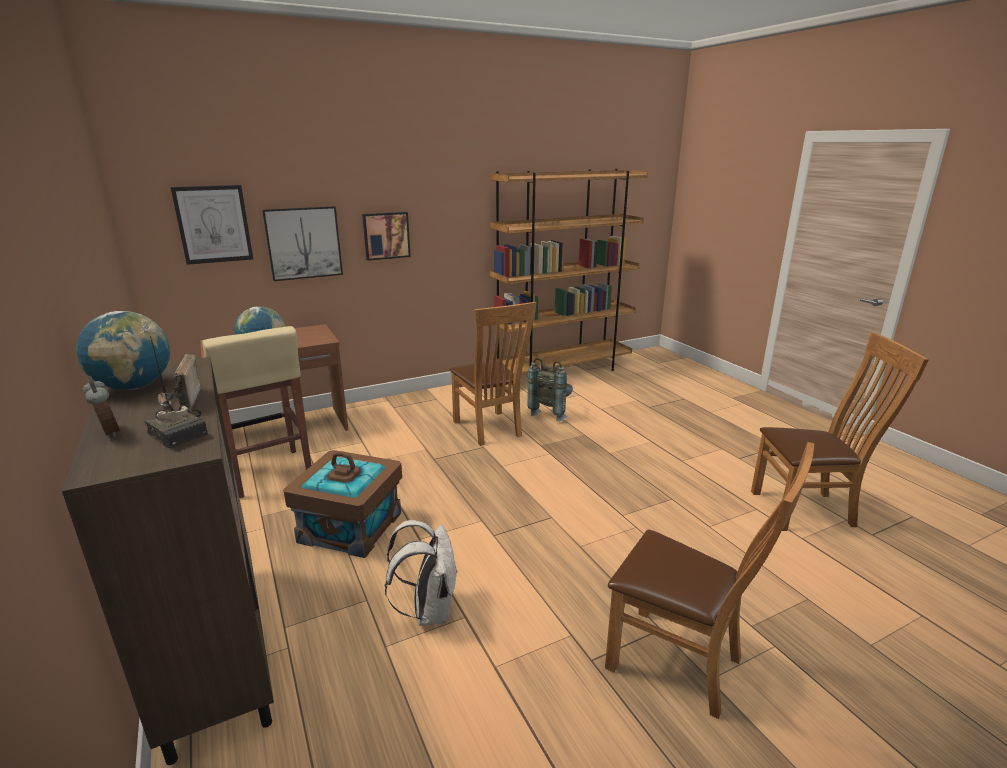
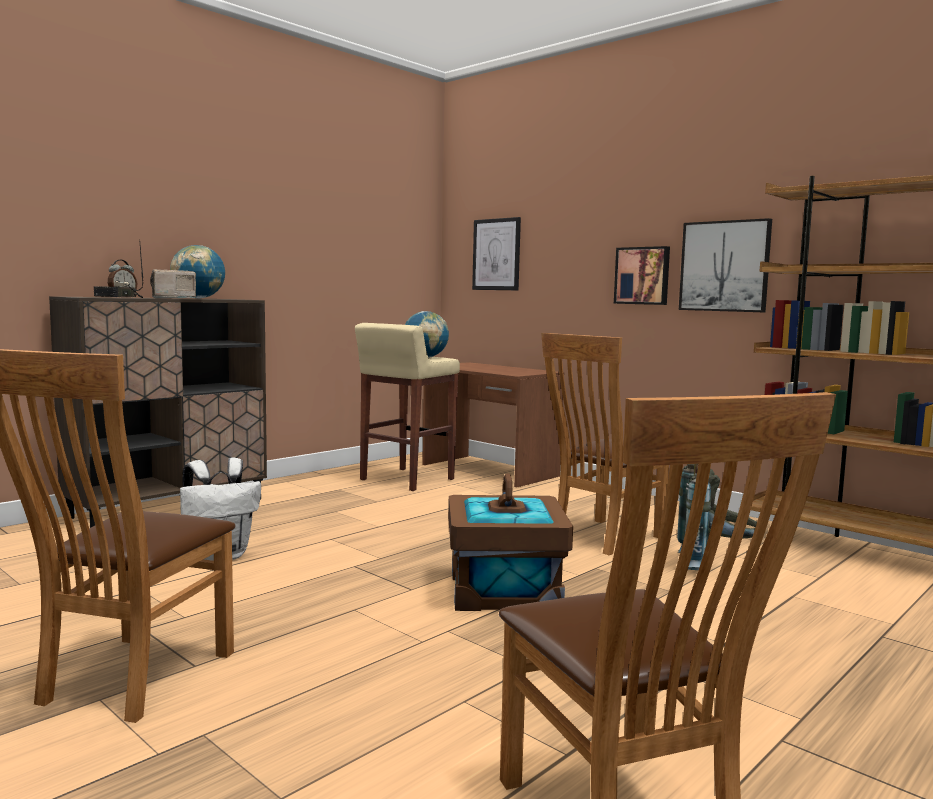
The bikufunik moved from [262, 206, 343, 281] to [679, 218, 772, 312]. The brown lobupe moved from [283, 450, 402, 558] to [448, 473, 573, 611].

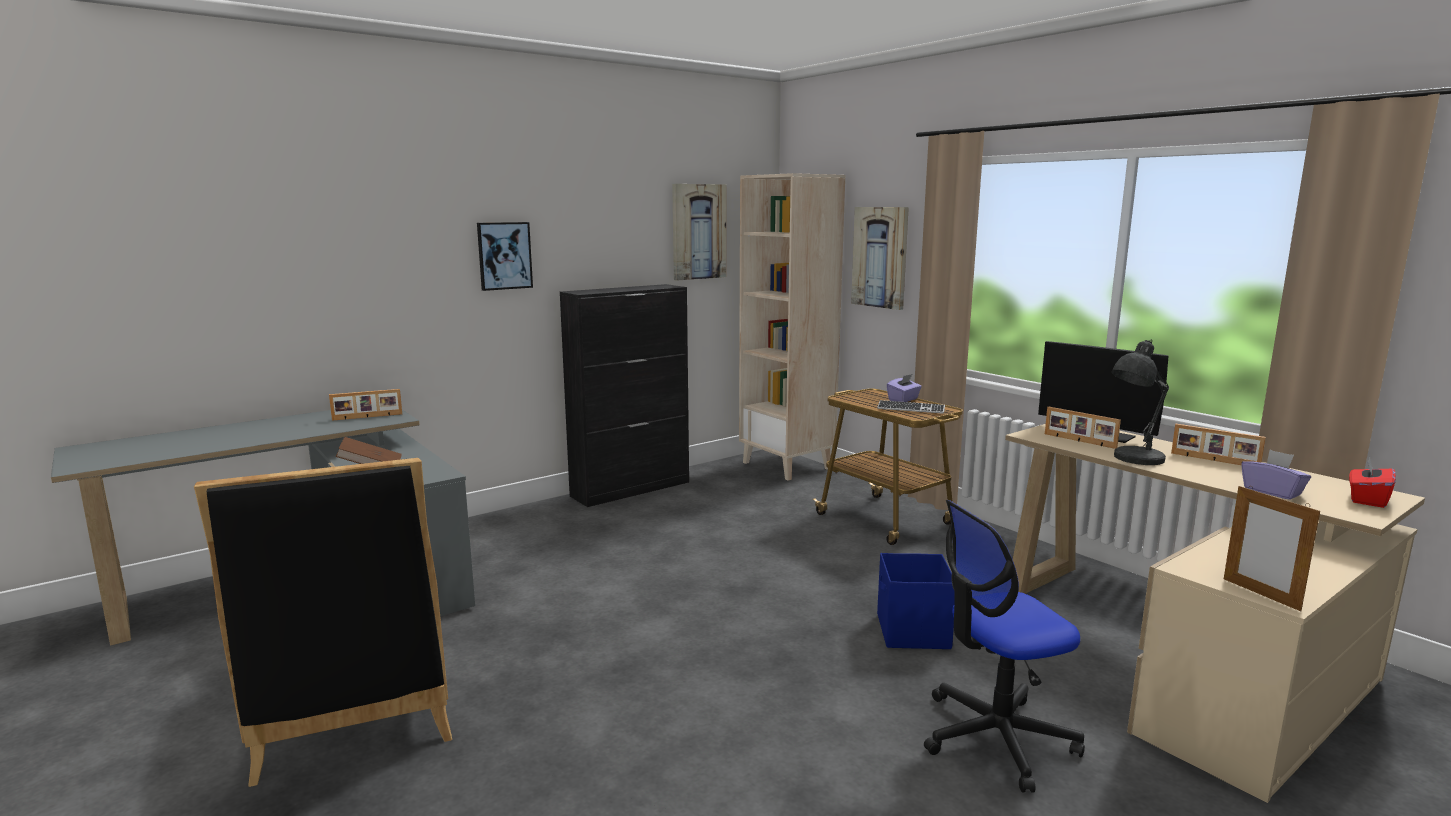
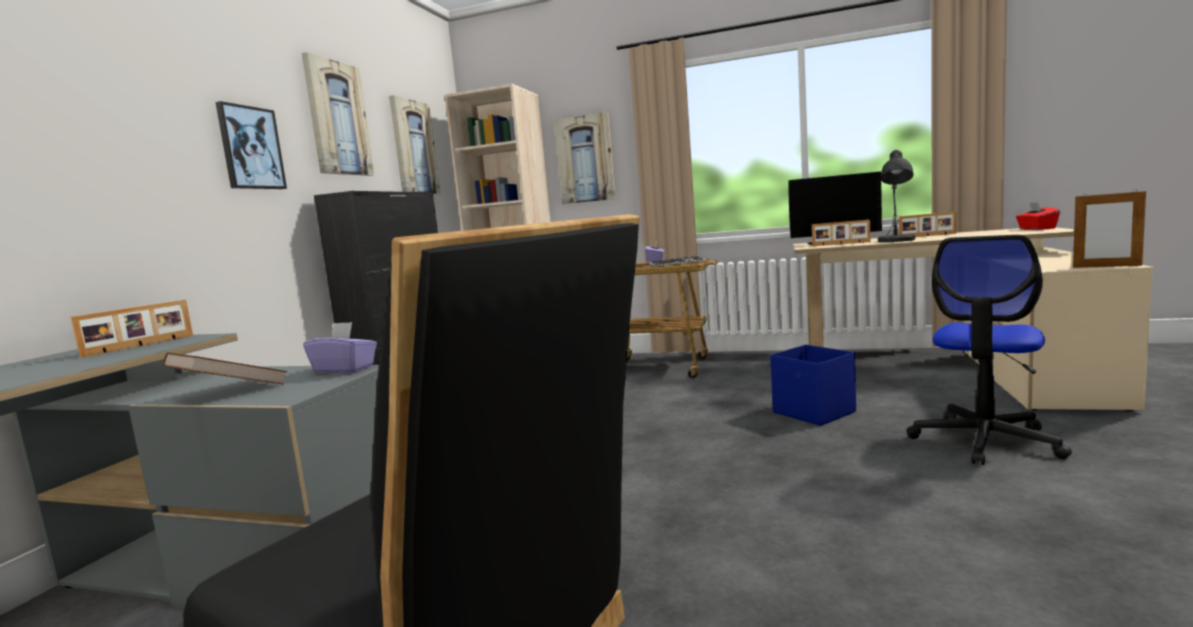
The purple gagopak moved from [1241, 450, 1311, 500] to [303, 322, 377, 373]. The bikufunik at [302, 52, 374, 176] appeared.

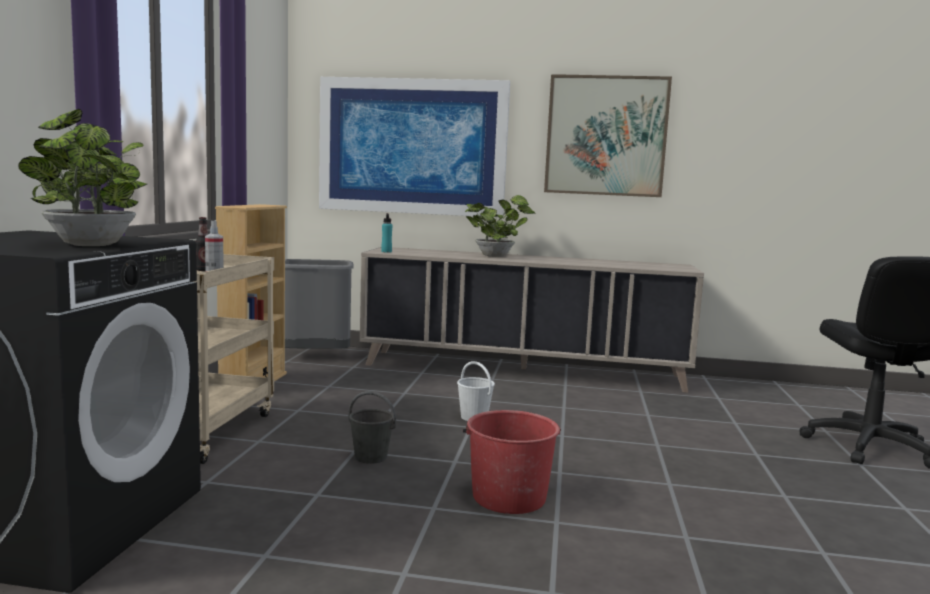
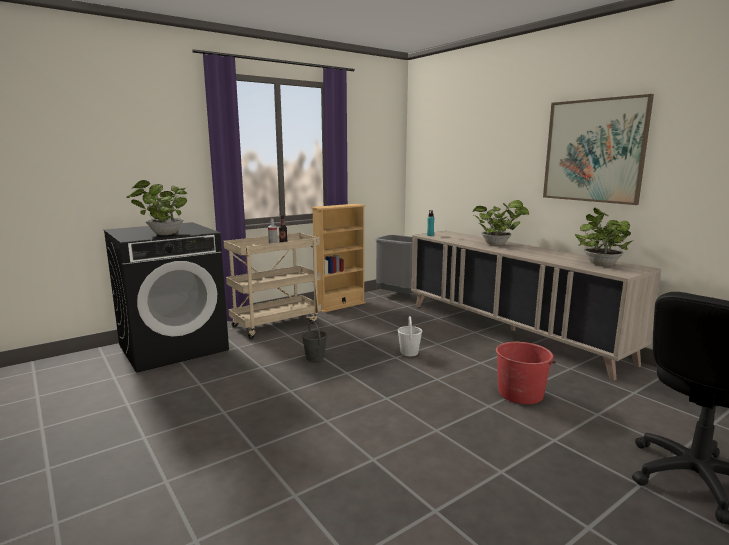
The bikufunik at [319, 77, 510, 218] disappeared. The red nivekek moved from [463, 410, 561, 514] to [496, 342, 556, 404]. The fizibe at [575, 207, 634, 266] appeared.

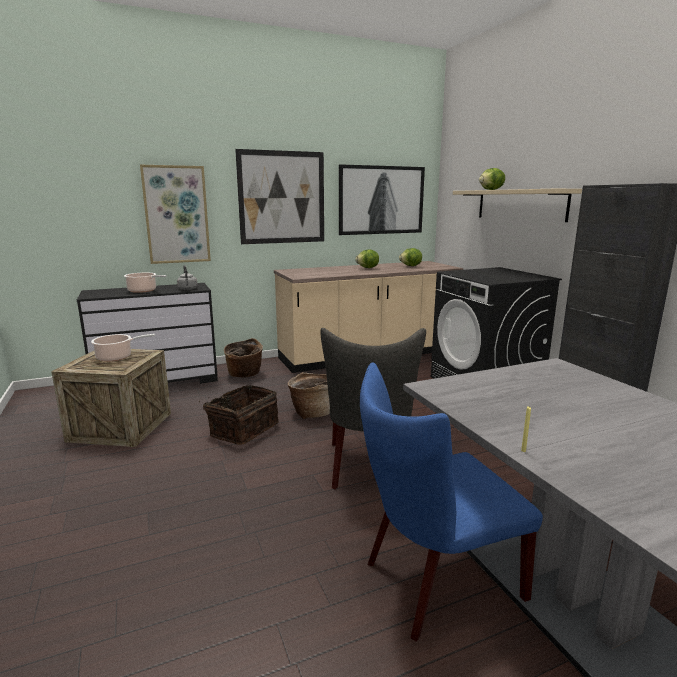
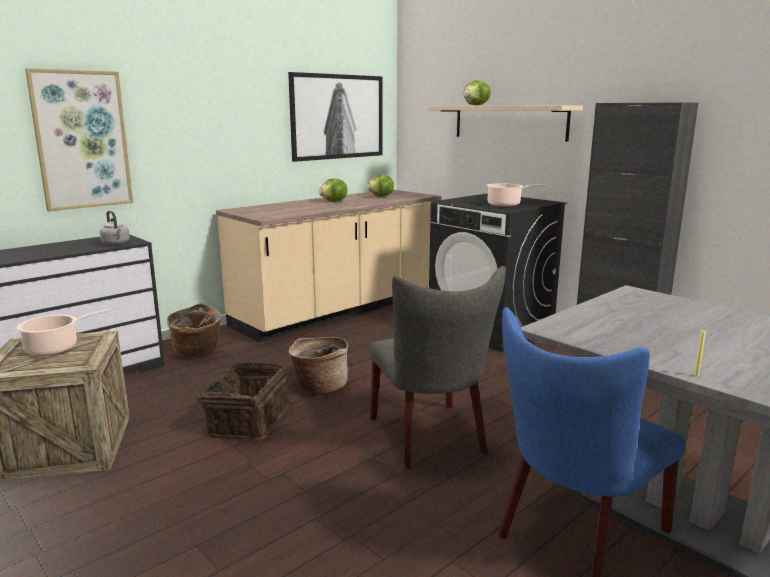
The bikufunik at [235, 149, 324, 244] disappeared. The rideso moved from [124, 273, 167, 293] to [487, 184, 546, 207].

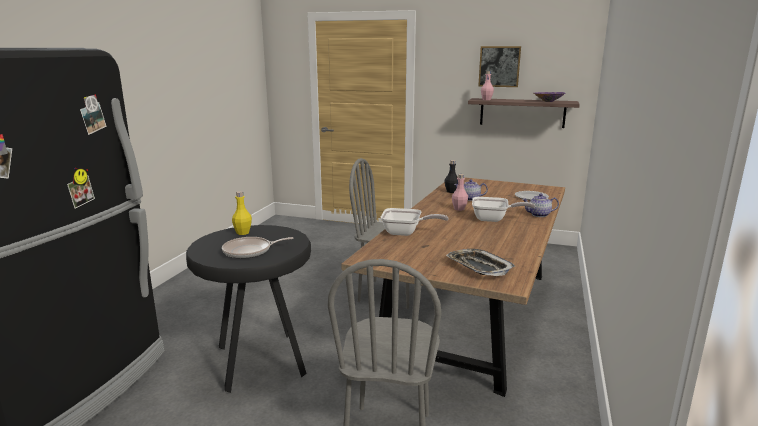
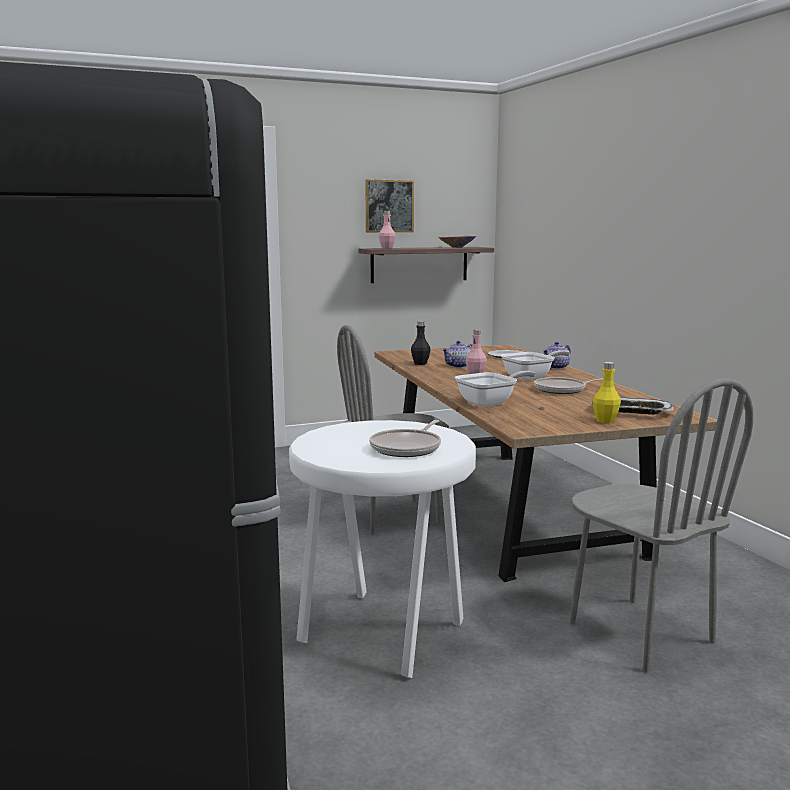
The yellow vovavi moved from [232, 191, 252, 235] to [593, 362, 621, 424]. The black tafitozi at [186, 225, 311, 393] became the white tafitozi at [289, 420, 476, 678]. The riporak at [534, 377, 603, 394] appeared.

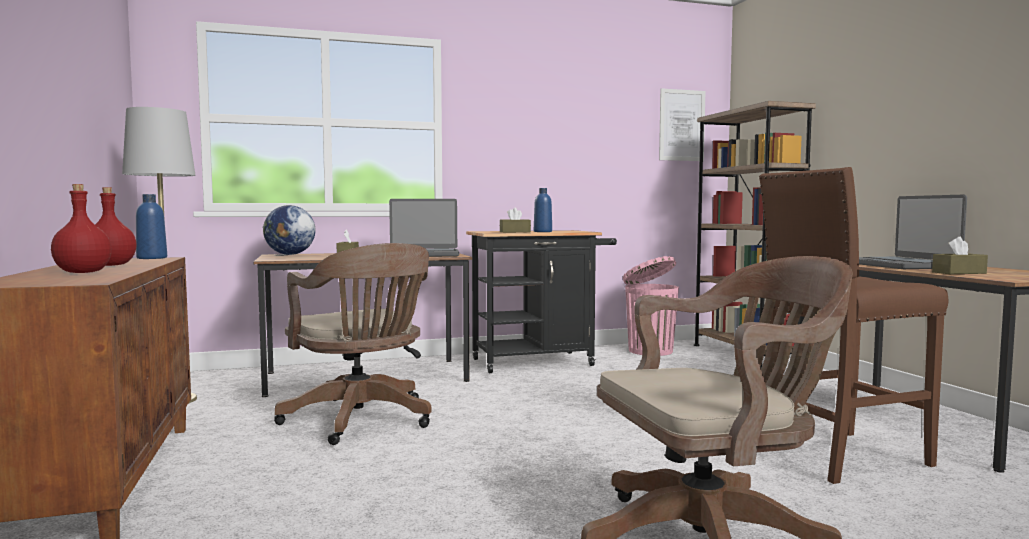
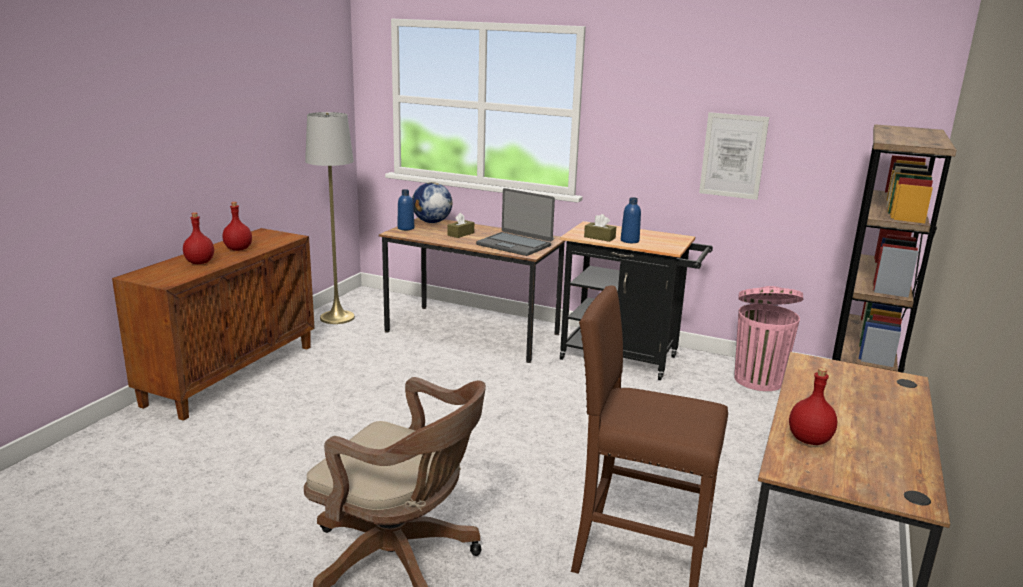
The bikufunik moved from [659, 88, 706, 161] to [699, 112, 769, 200]. The blue vovavi moved from [136, 194, 167, 259] to [397, 189, 414, 230]. The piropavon at [859, 195, 967, 269] disappeared. The brown gagopak at [932, 237, 988, 274] was replaced by the red vovavi at [789, 368, 837, 445]. The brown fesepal at [274, 243, 432, 445] disappeared.

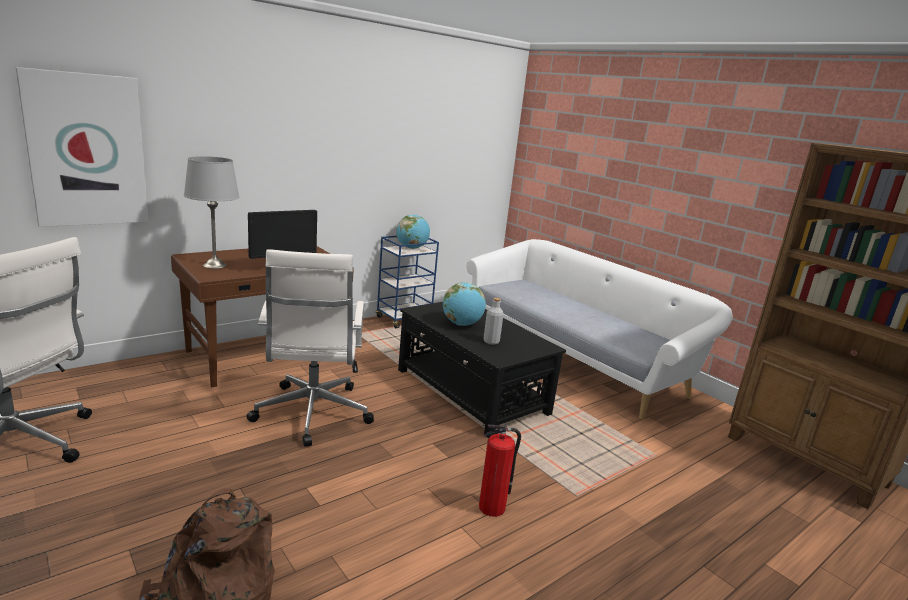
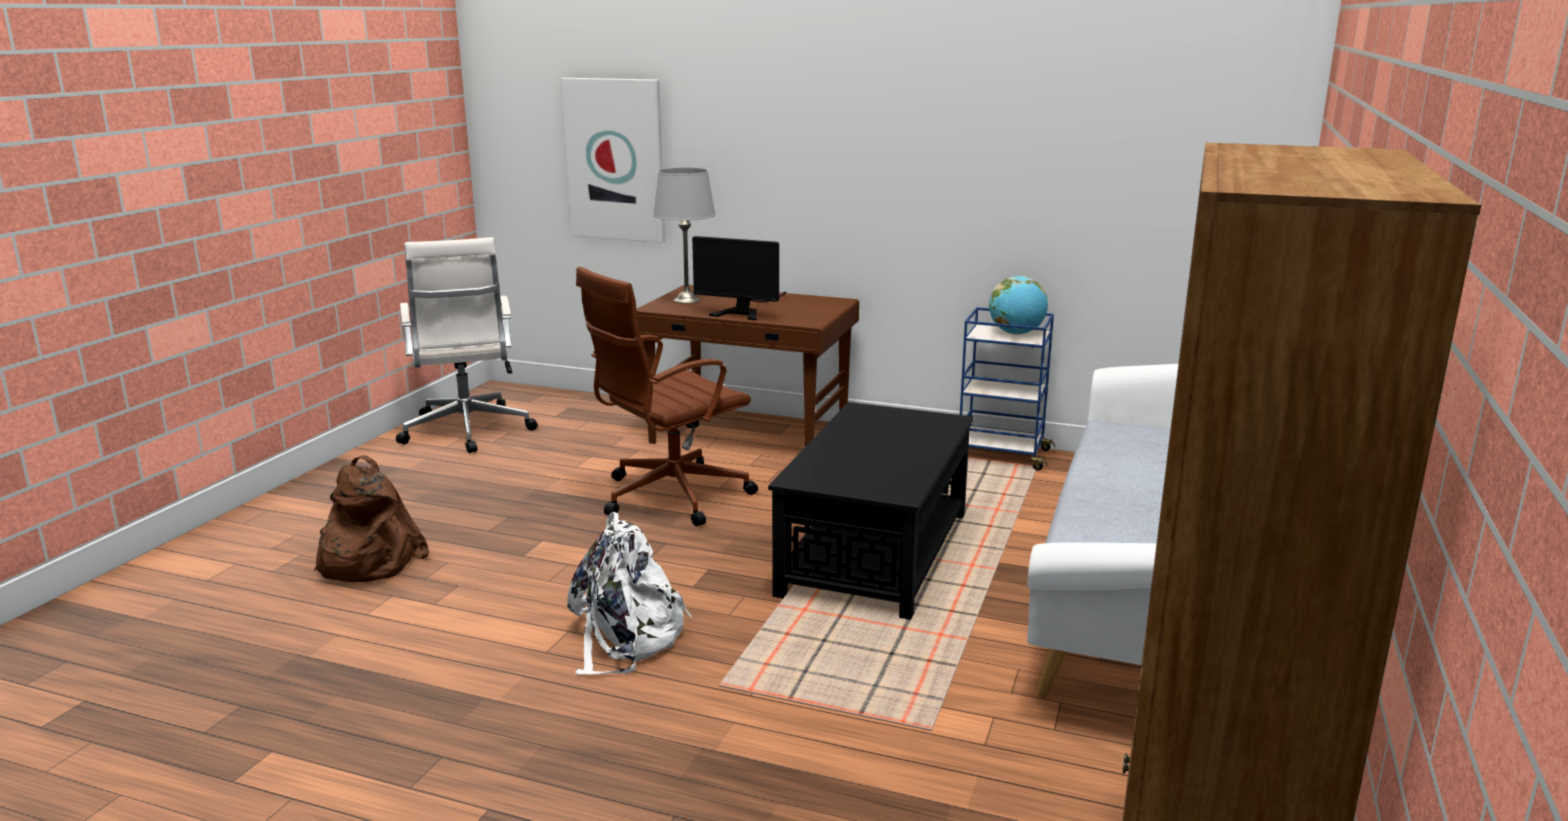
The white fesepal at [246, 249, 374, 447] became the brown fesepal at [576, 267, 758, 526]. The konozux at [443, 282, 486, 326] disappeared. The grey vovavi at [483, 298, 504, 345] disappeared. The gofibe at [479, 424, 521, 517] was replaced by the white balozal at [567, 512, 692, 675].

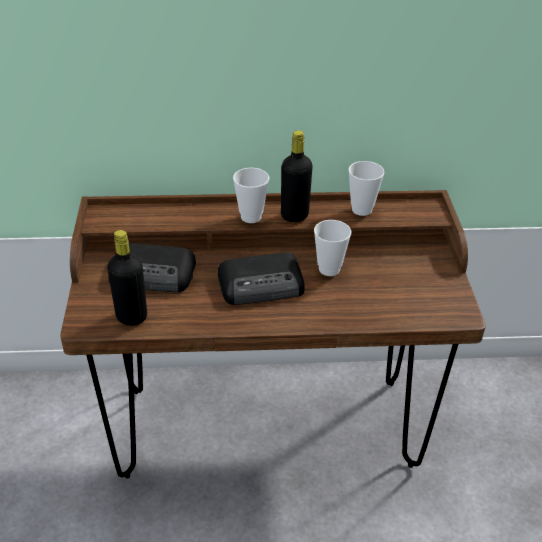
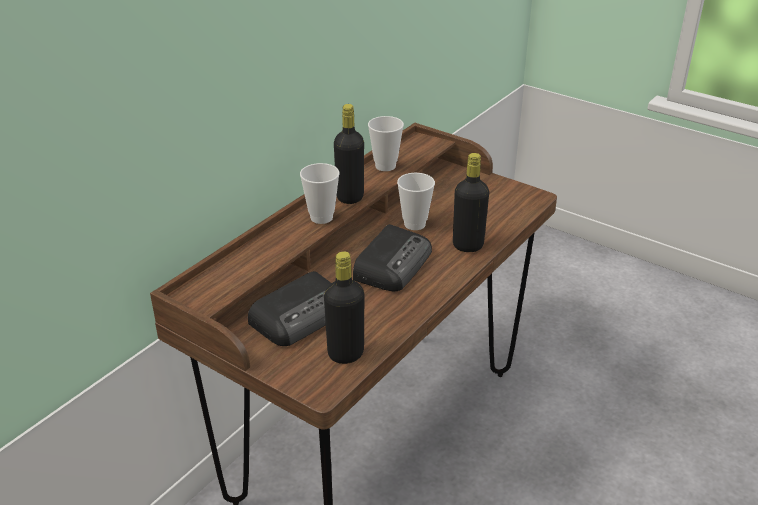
The black vovavi at [453, 153, 489, 252] appeared.

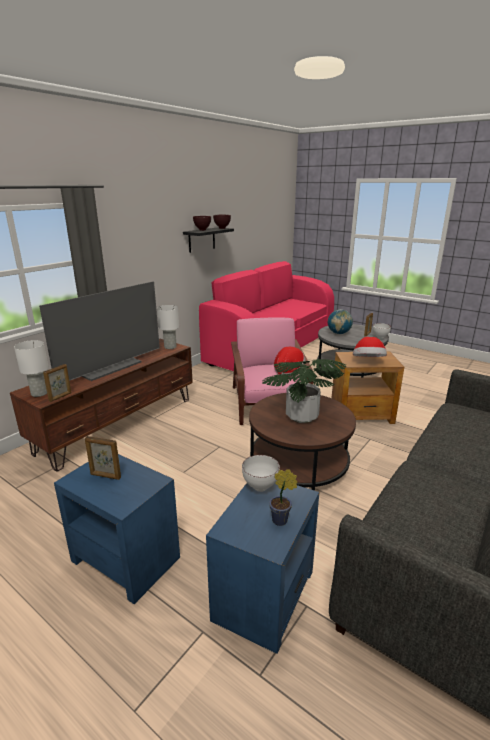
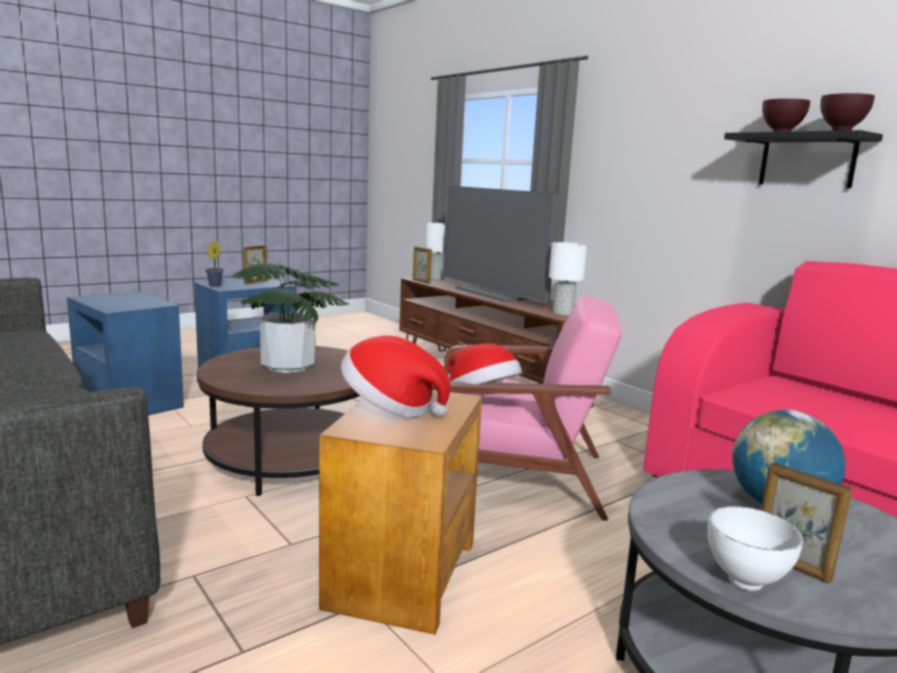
The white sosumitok at [242, 455, 280, 492] disappeared. The fizibe moved from [269, 469, 298, 526] to [206, 241, 224, 287].

